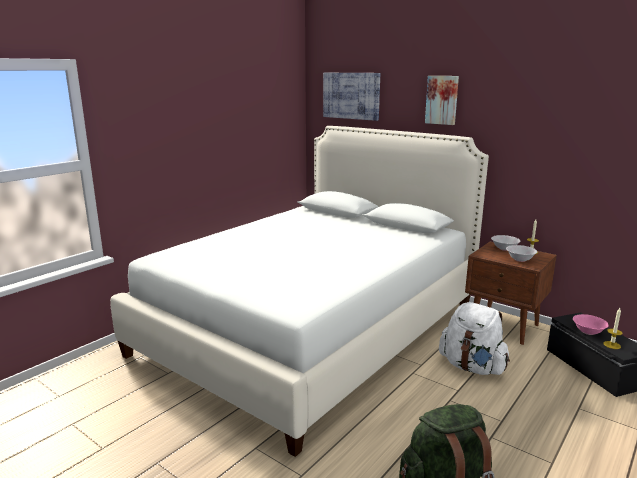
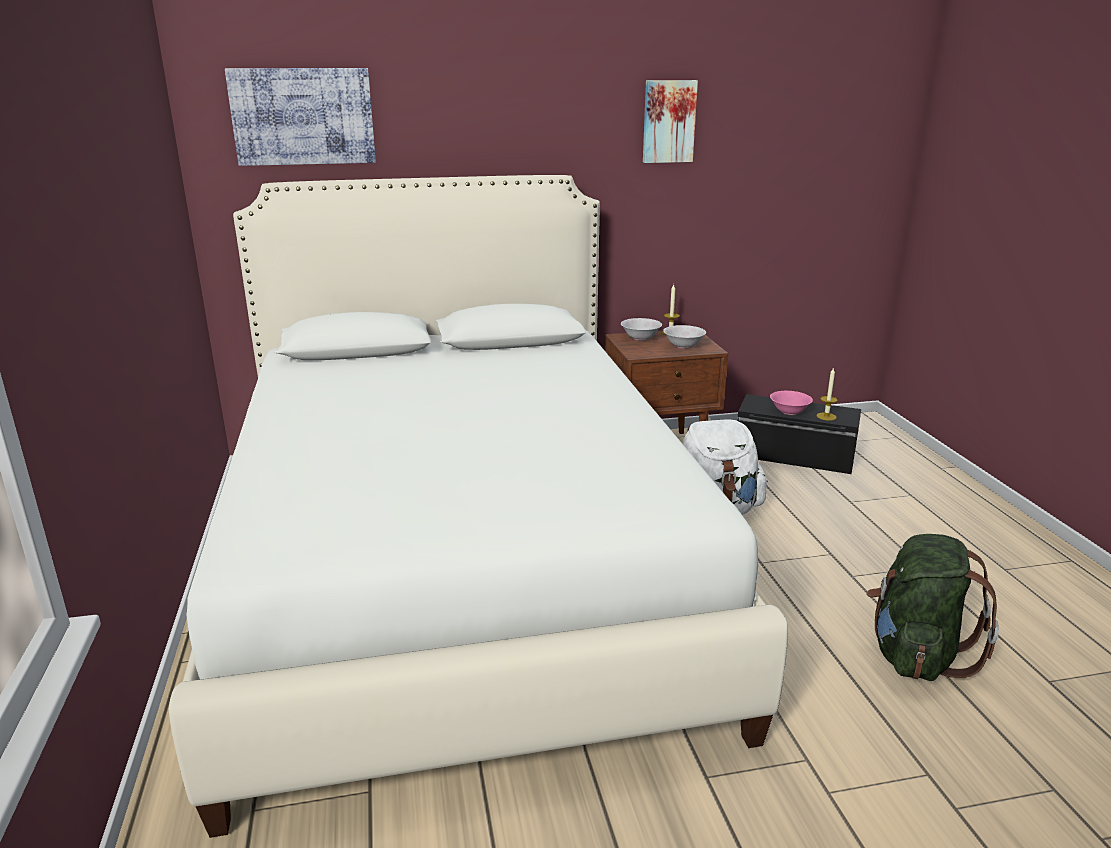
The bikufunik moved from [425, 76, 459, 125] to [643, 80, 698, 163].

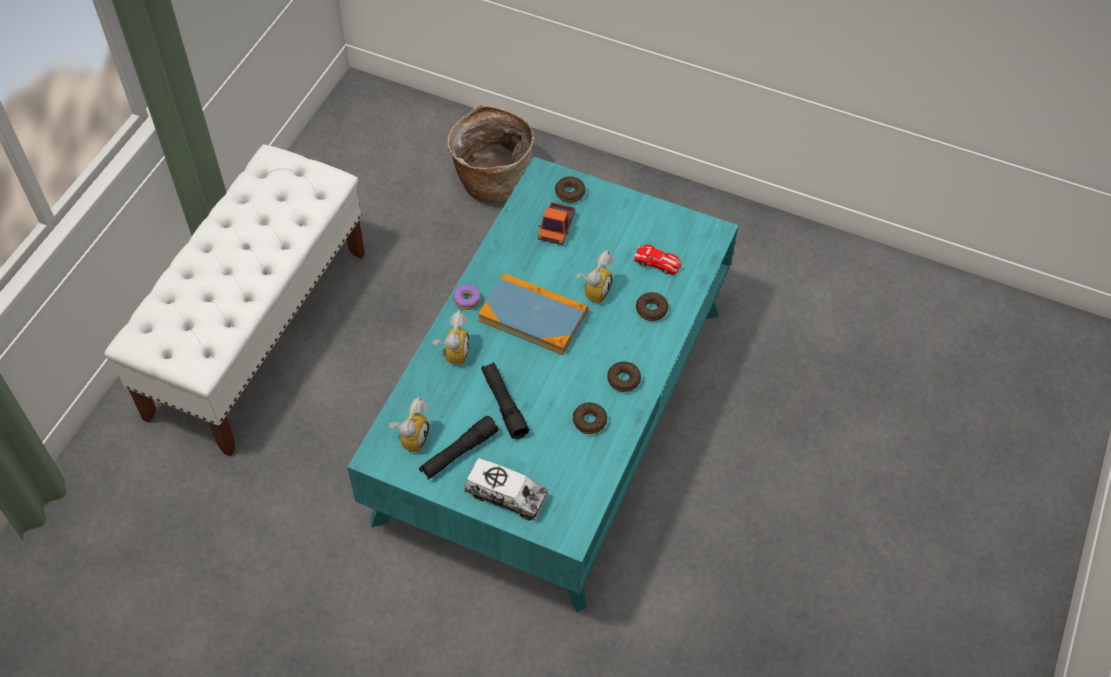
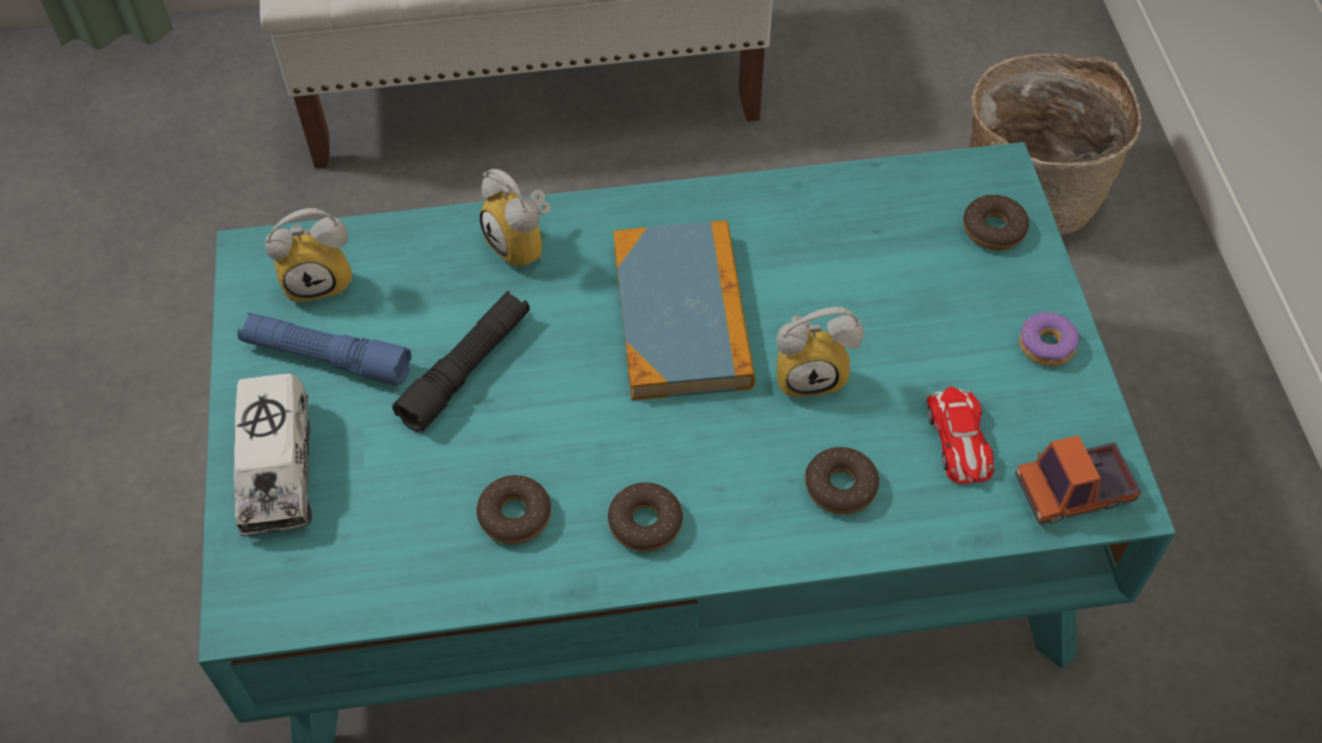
The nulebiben moved from [538, 202, 575, 245] to [1015, 435, 1141, 525]. The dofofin moved from [453, 285, 481, 310] to [1019, 312, 1079, 366]. The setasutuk at [432, 310, 469, 365] turned 75 degrees clockwise. The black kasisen at [419, 416, 498, 480] became the blue kasisen at [237, 313, 412, 386].

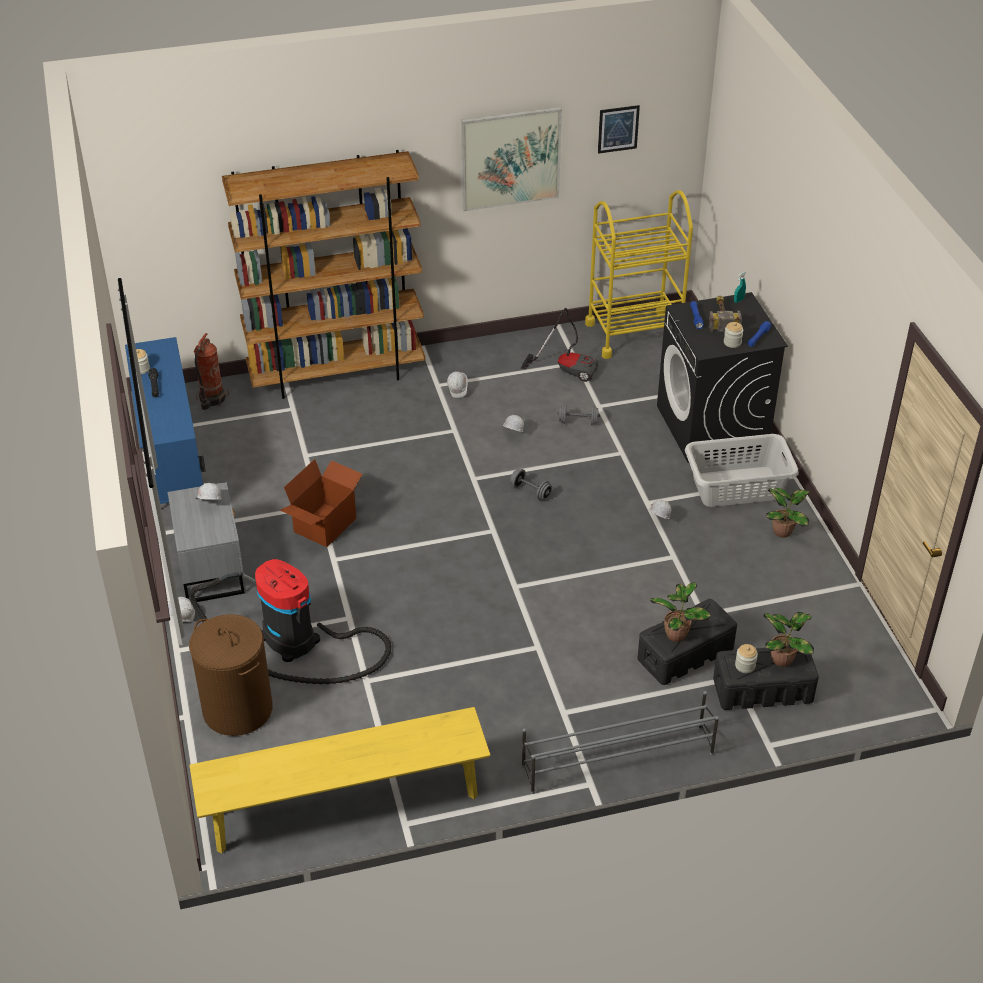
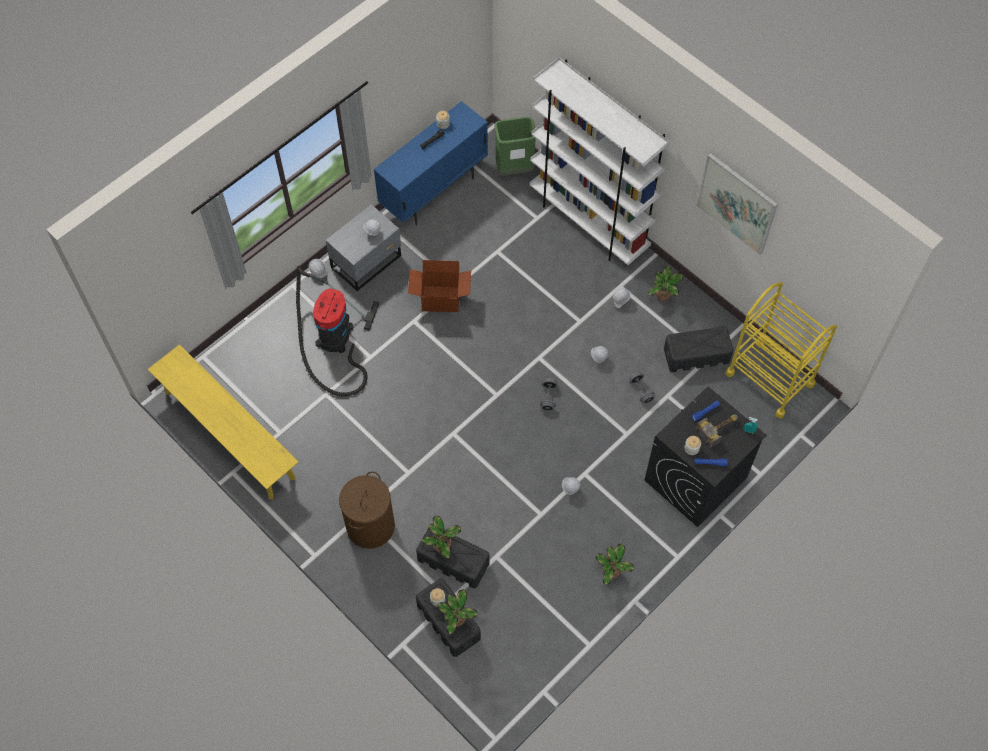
The bikufunik at [598, 105, 640, 154] disappeared. The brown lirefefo at [222, 150, 425, 399] became the white lirefefo at [529, 57, 670, 265]. The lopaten at [521, 308, 598, 382] was replaced by the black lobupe at [664, 326, 733, 372]. The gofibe at [194, 333, 229, 410] was replaced by the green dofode at [494, 117, 536, 175]. The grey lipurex at [685, 434, 799, 507] disappeared. The brown lipurex moved from [189, 614, 272, 736] to [339, 471, 395, 549]. The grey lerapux at [522, 691, 719, 794] disappeared. The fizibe at [648, 266, 683, 302] appeared.

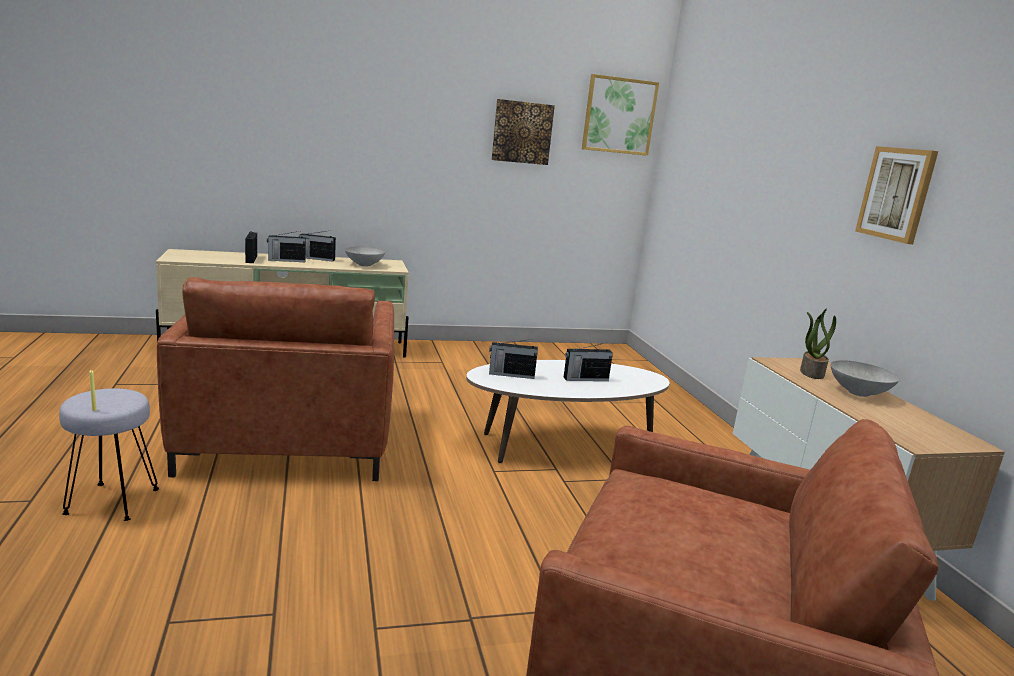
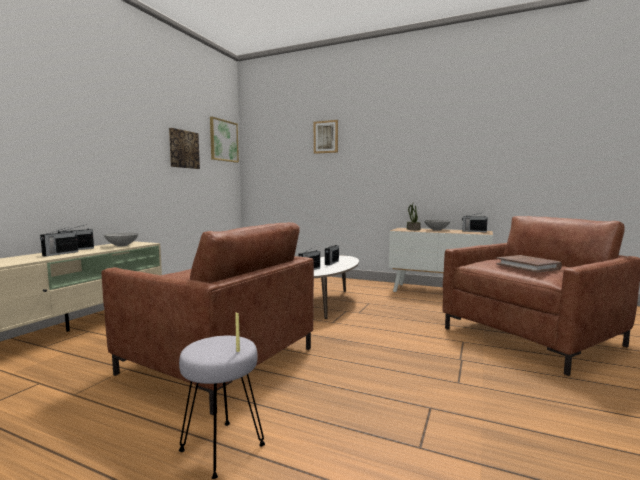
The bikufunik moved from [855, 146, 938, 244] to [314, 120, 338, 154]. The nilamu moved from [245, 230, 257, 263] to [462, 212, 488, 232]. The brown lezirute at [496, 255, 562, 273] appeared.

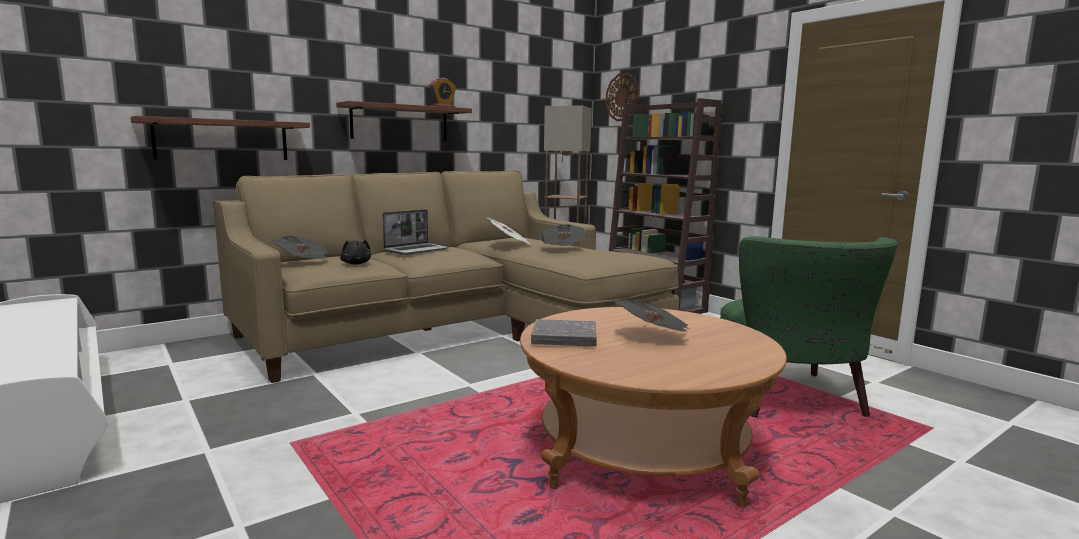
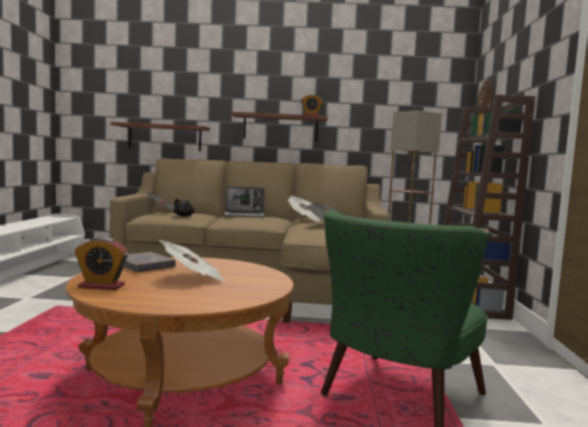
The setasutuk at [75, 237, 129, 290] appeared.

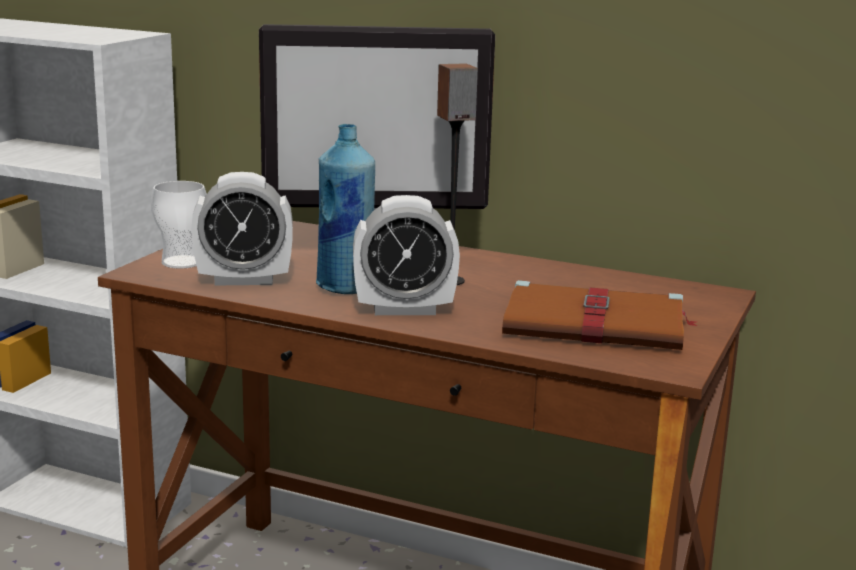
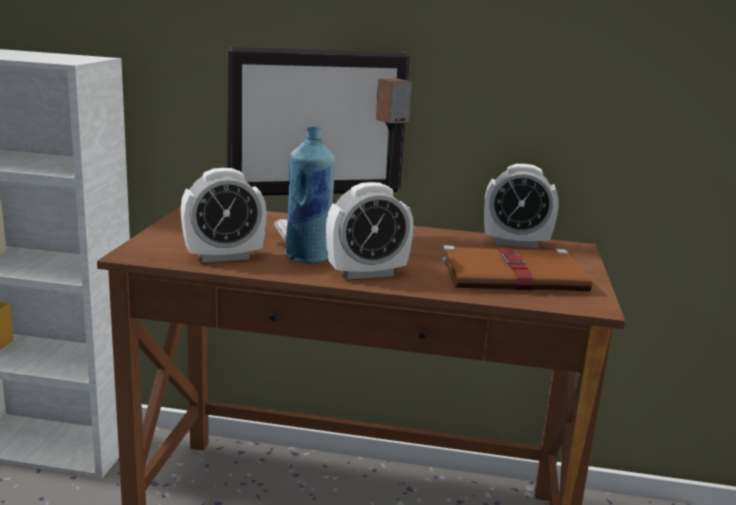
The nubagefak at [151, 181, 207, 269] disappeared. The setasutuk at [484, 164, 558, 248] appeared.

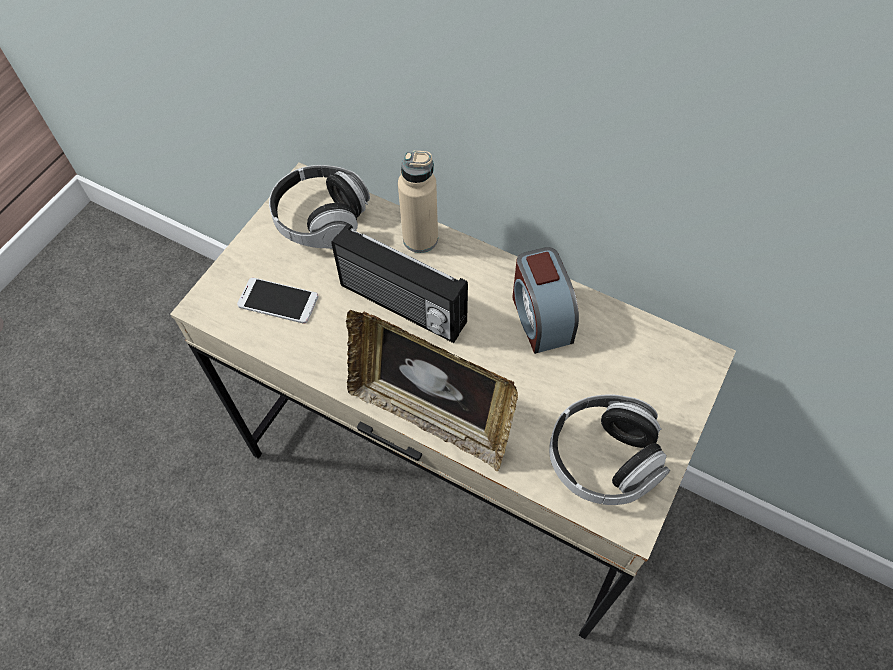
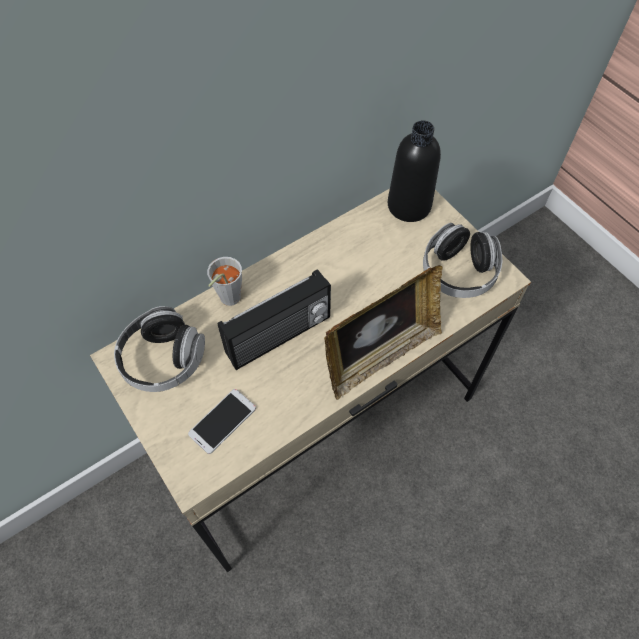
The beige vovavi at [398, 151, 438, 253] was replaced by the grey nubagefak at [207, 257, 242, 306]. The setasutuk at [512, 247, 579, 354] disappeared. The black vovavi at [388, 120, 441, 222] appeared.

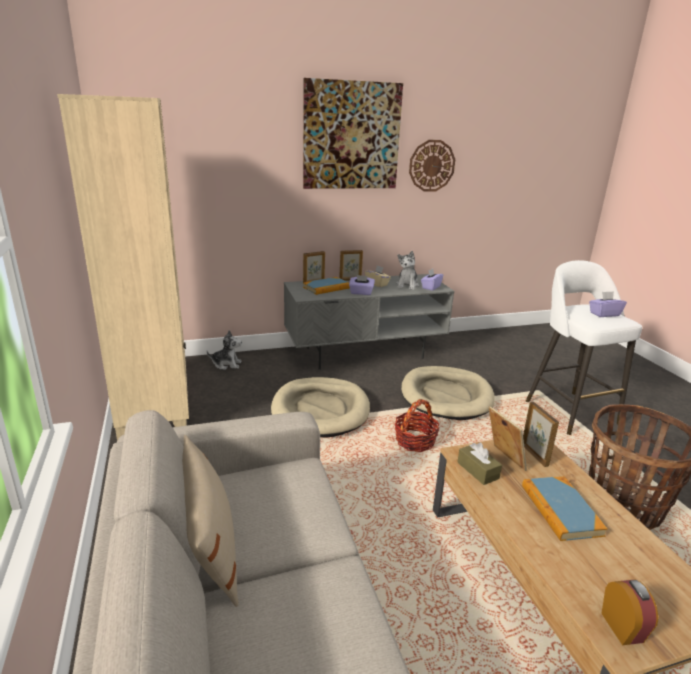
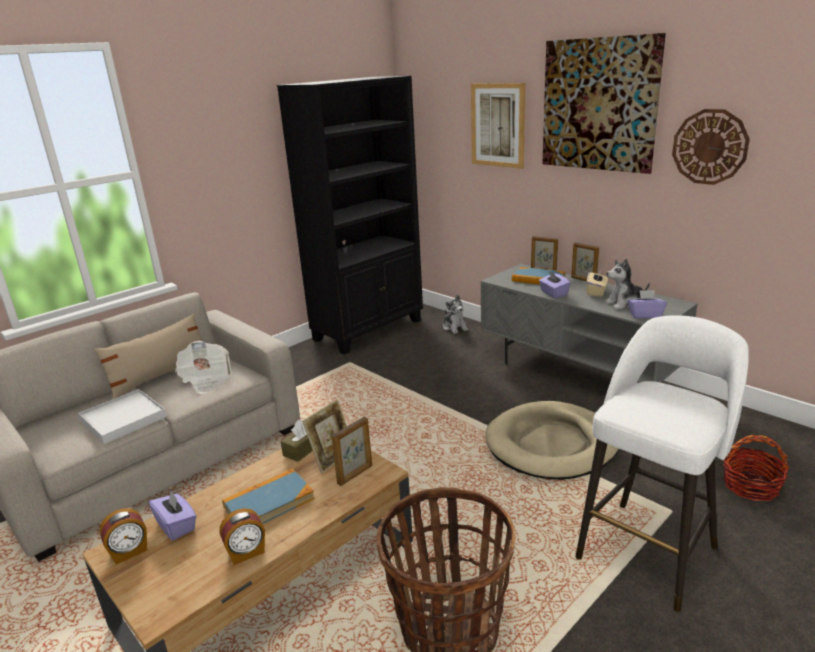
The beige lirefefo at [57, 94, 189, 441] became the black lirefefo at [277, 76, 423, 355]. The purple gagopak moved from [589, 291, 627, 317] to [148, 490, 196, 541]. The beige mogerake at [271, 377, 370, 438] disappeared. The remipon moved from [395, 399, 439, 452] to [723, 435, 789, 501]. The bikufunik at [471, 83, 526, 169] appeared. The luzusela at [175, 341, 231, 394] appeared. The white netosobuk at [78, 389, 167, 444] appeared. The setasutuk at [220, 508, 265, 565] appeared.

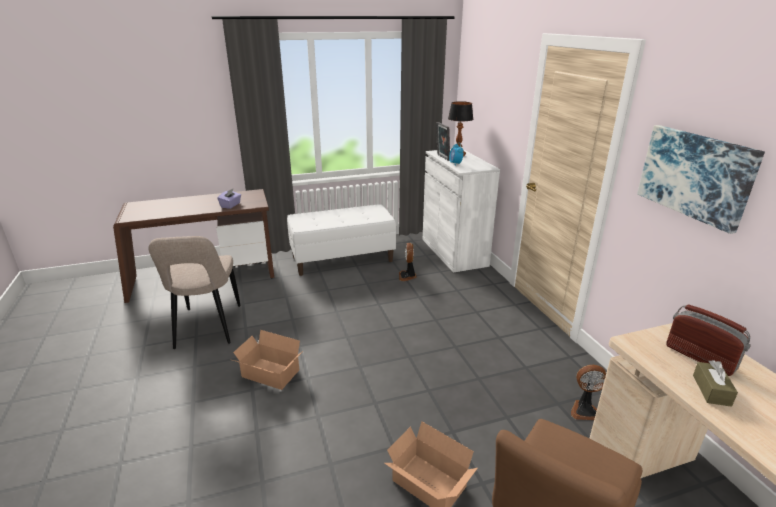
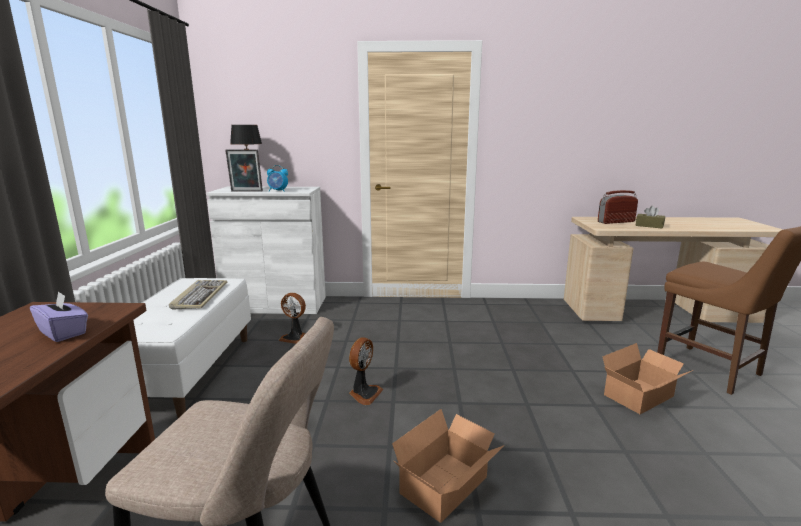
The bikufunik at [637, 125, 765, 234] disappeared. The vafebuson moved from [571, 365, 606, 420] to [349, 338, 384, 405]. The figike at [169, 280, 227, 310] appeared.

